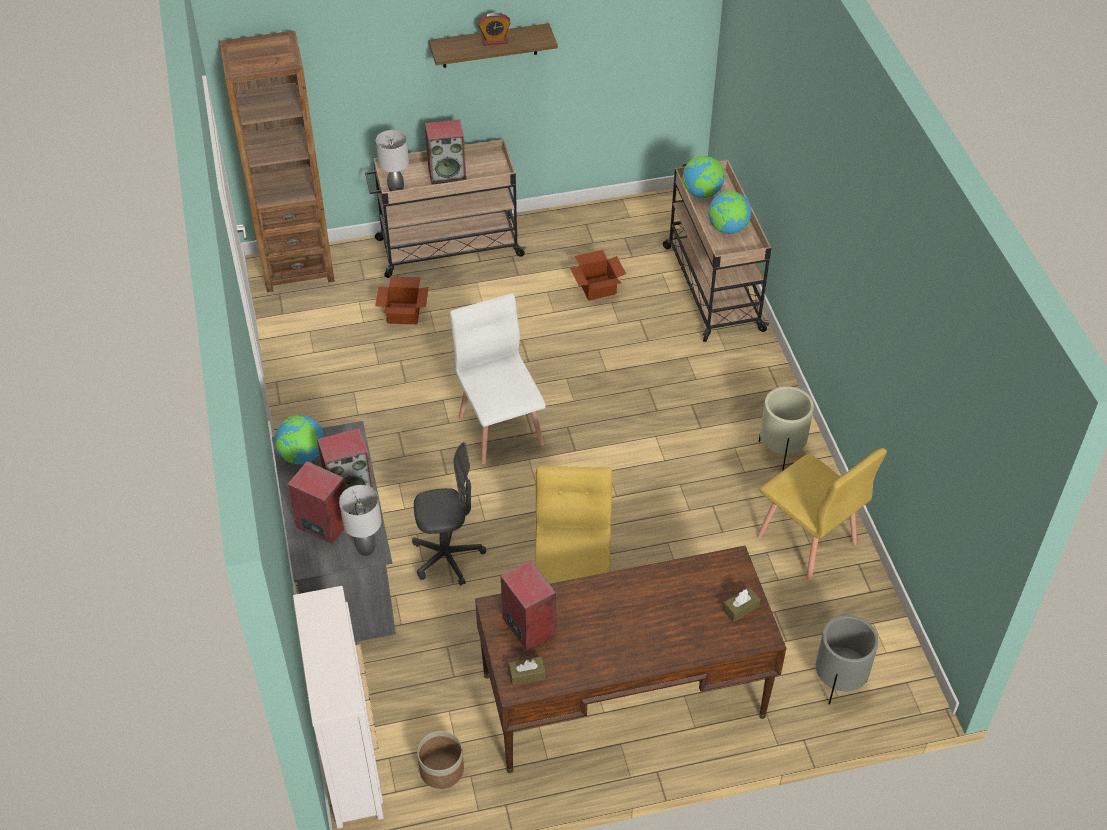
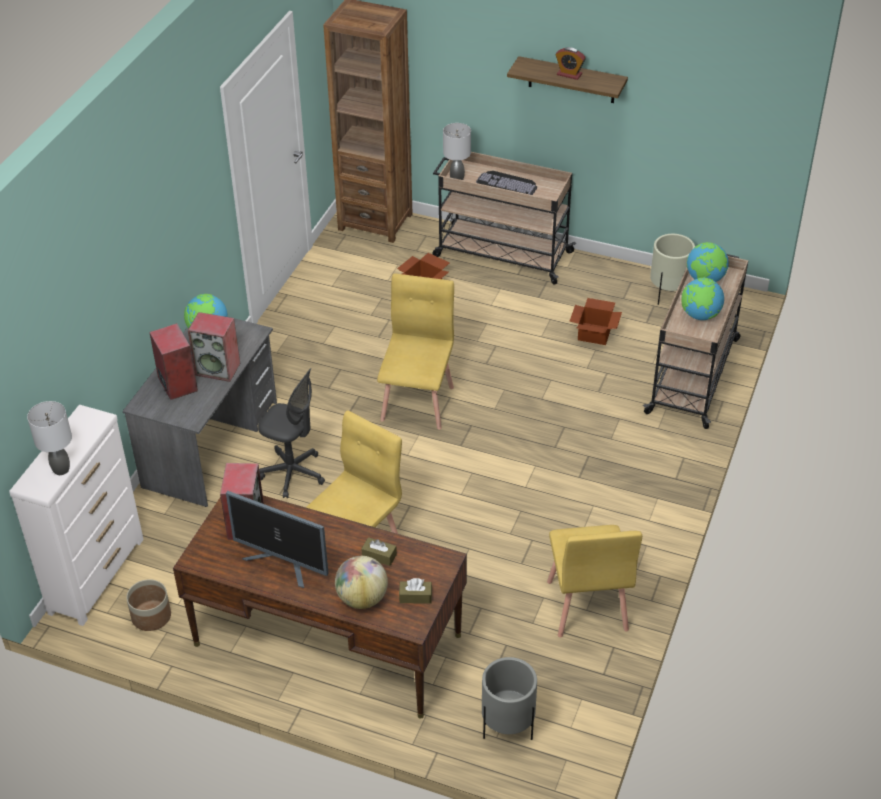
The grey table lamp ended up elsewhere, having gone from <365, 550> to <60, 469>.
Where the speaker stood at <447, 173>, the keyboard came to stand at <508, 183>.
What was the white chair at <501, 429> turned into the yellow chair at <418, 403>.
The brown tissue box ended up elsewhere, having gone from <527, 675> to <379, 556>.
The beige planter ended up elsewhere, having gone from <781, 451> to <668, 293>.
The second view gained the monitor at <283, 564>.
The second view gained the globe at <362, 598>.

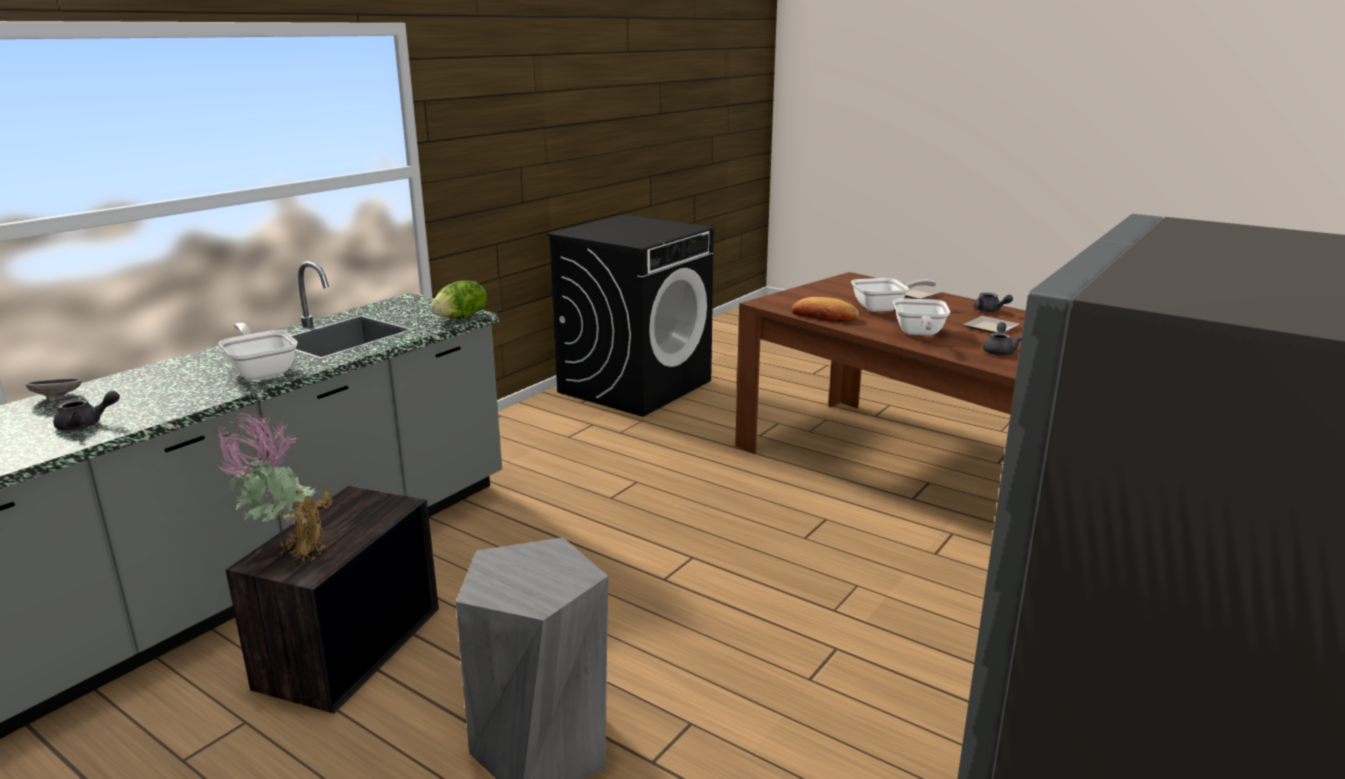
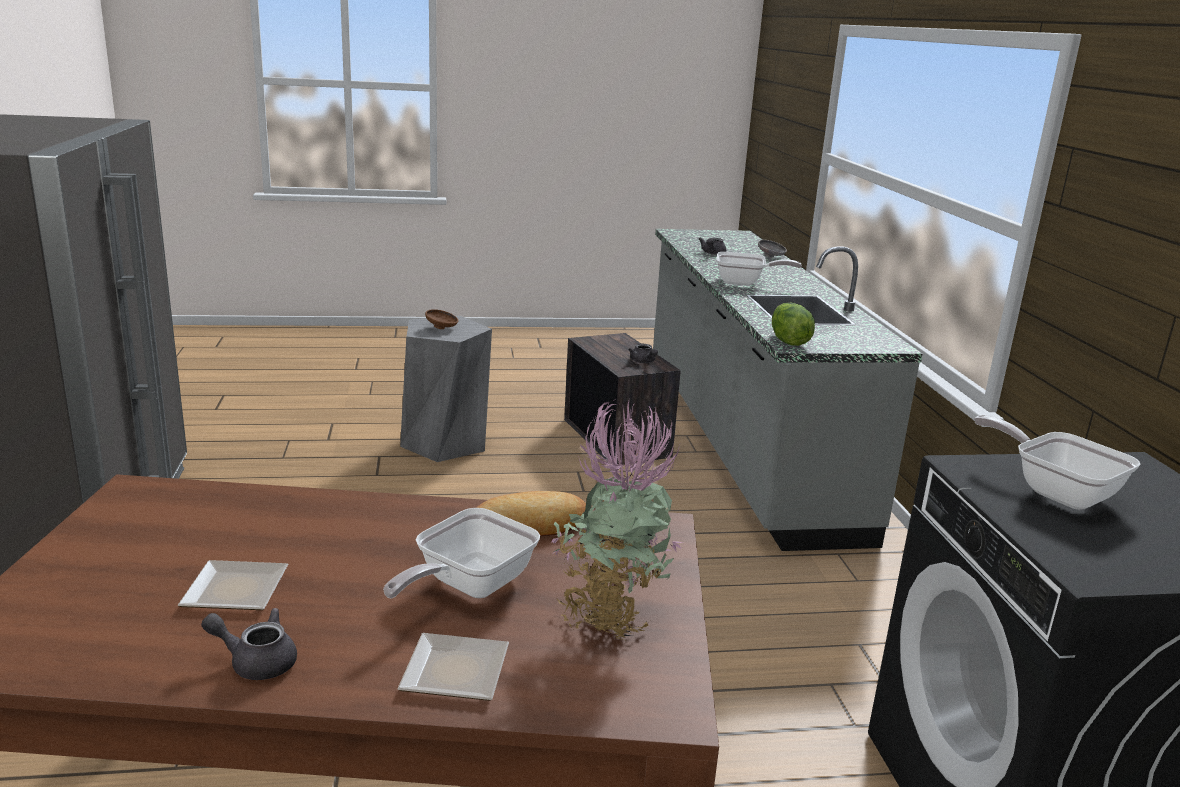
The potted plant ended up elsewhere, having gone from <287, 556> to <609, 615>.
The frying pan ended up elsewhere, having gone from <918, 334> to <1056, 491>.
The grey teapot ended up elsewhere, having gone from <999, 351> to <643, 362>.
The second view gained the brown bowl at <442, 328>.

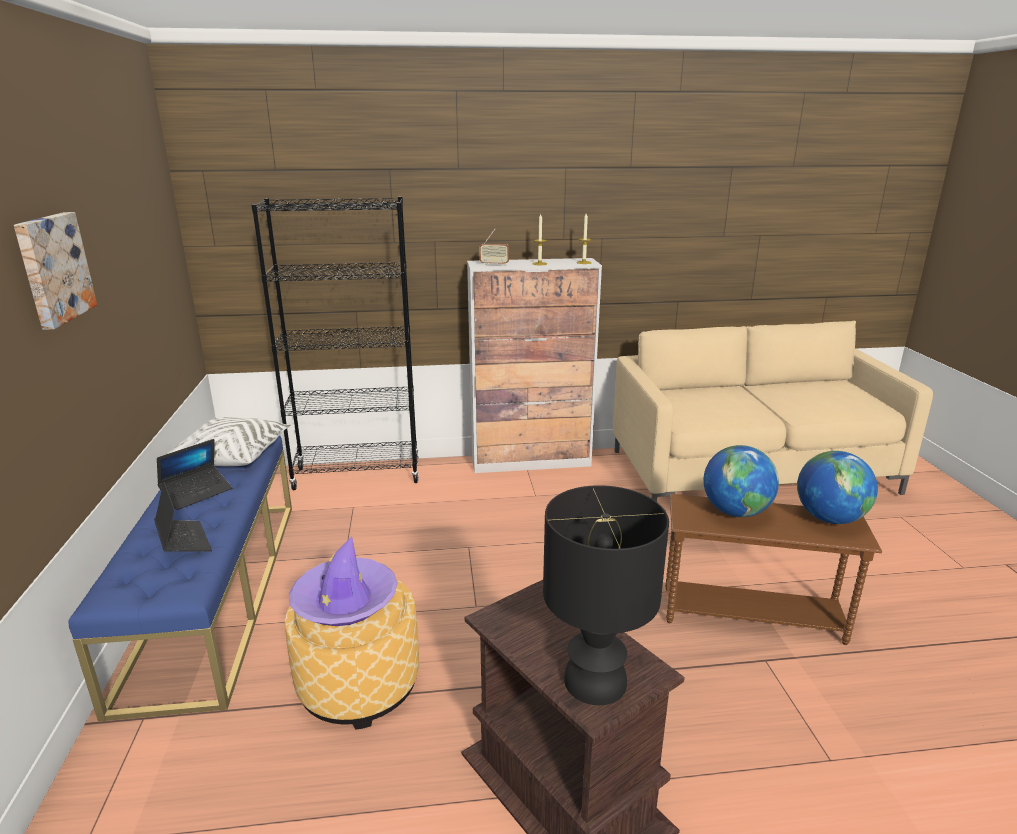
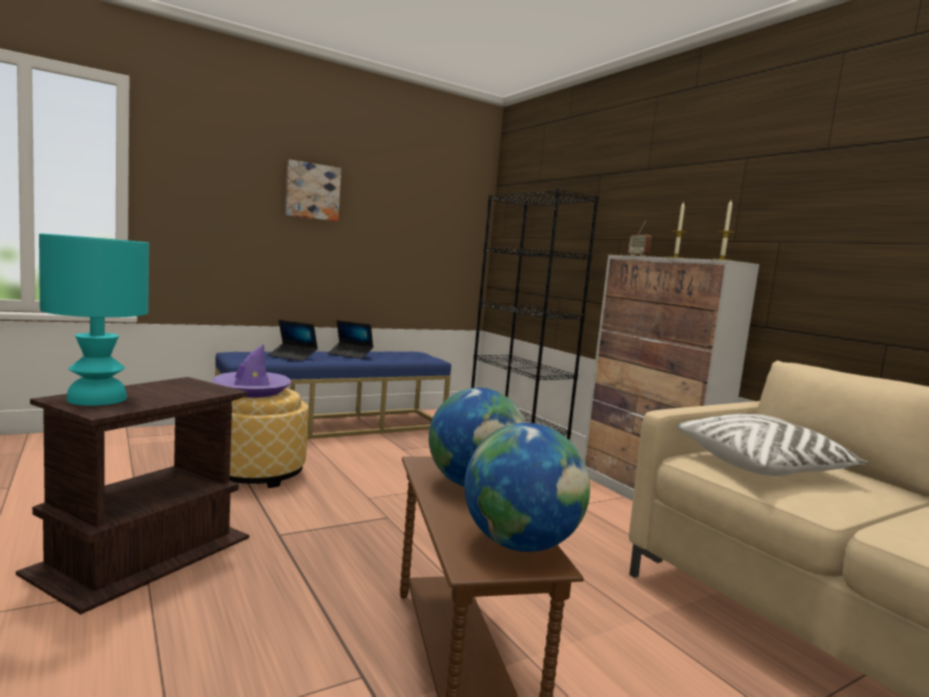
The laptop at <183, 542> ended up facing another way, 75 degrees clockwise from before.
The white pillow ended up elsewhere, having gone from <233, 455> to <762, 466>.
What was the black table lamp at <596, 682> turned into the turquoise table lamp at <95, 399>.

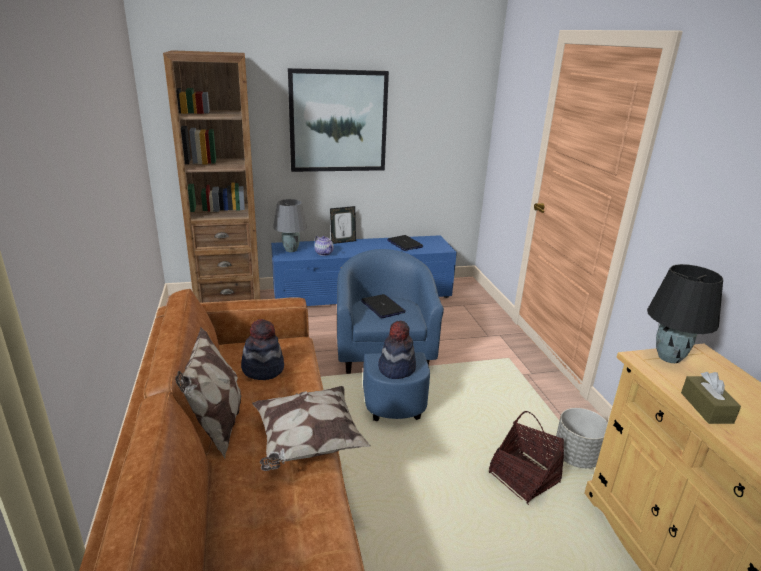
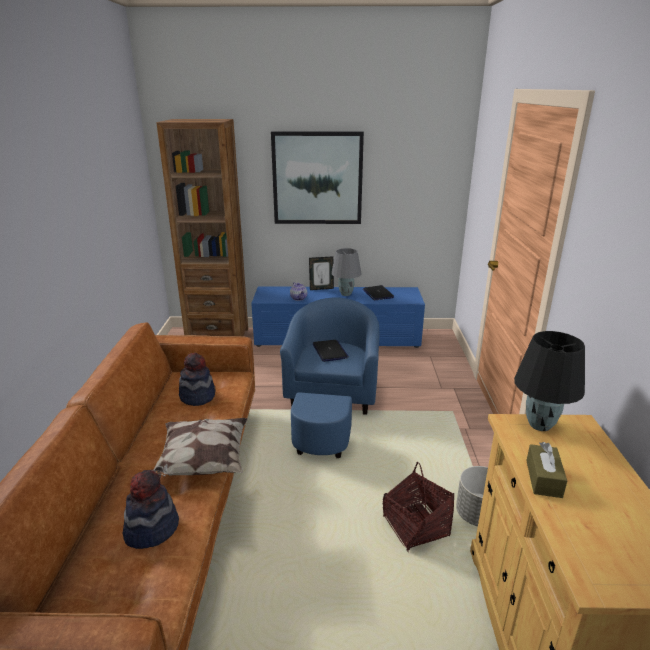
The second view lost the pillow at <217, 427>.
The grey table lamp ended up elsewhere, having gone from <291, 250> to <345, 294>.
The hat ended up elsewhere, having gone from <396, 368> to <151, 529>.

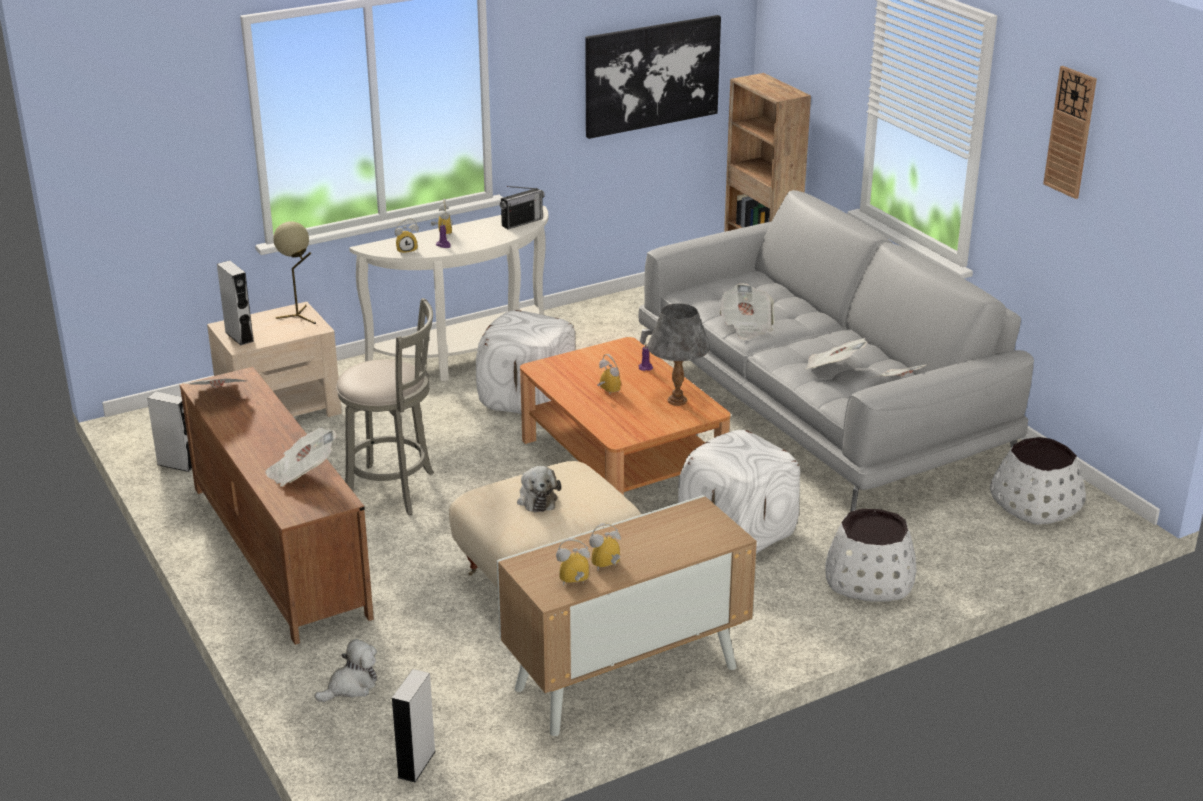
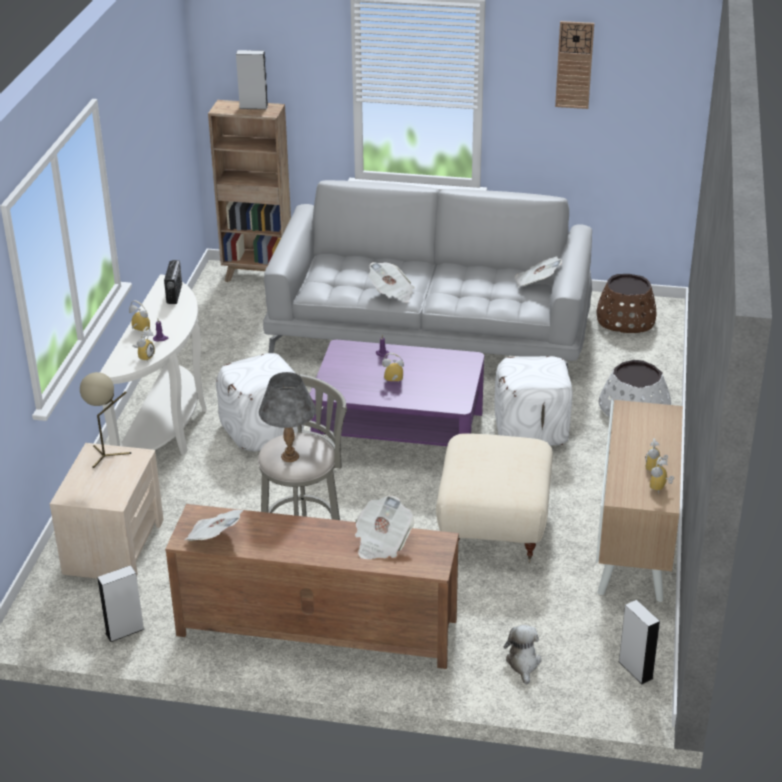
The grey speaker ended up elsewhere, having gone from <239, 336> to <253, 106>.
The second view lost the plush toy at <536, 499>.
What was the brown coffee table at <622, 464> turned into the purple coffee table at <398, 433>.
The second view lost the picture at <652, 75>.
The grey table lamp ended up elsewhere, having gone from <676, 400> to <289, 457>.
The second view lost the newspaper at <833, 368>.
What was the white planter at <1035, 504> turned into the brown planter at <625, 320>.

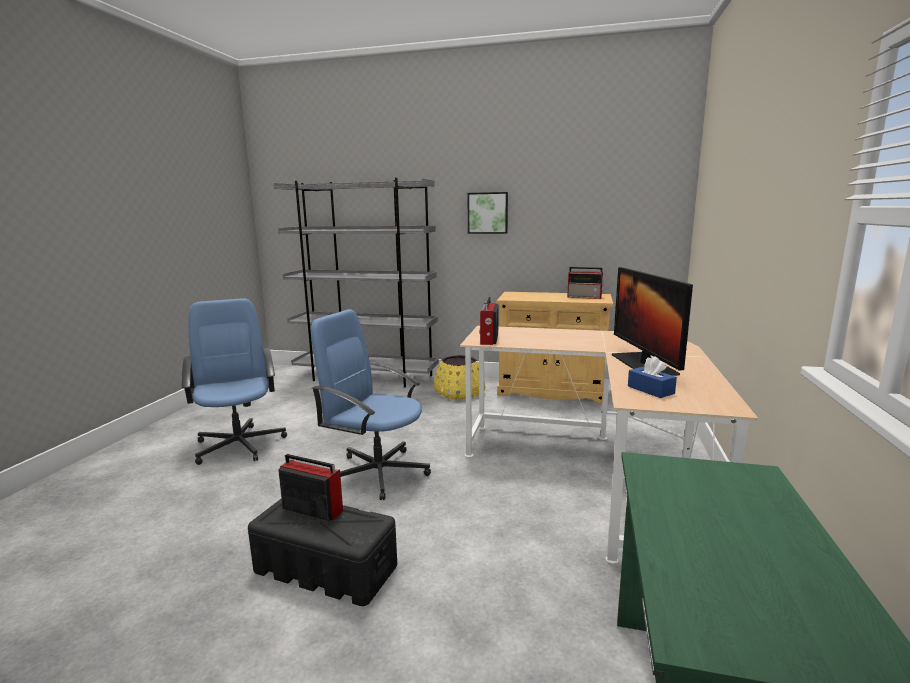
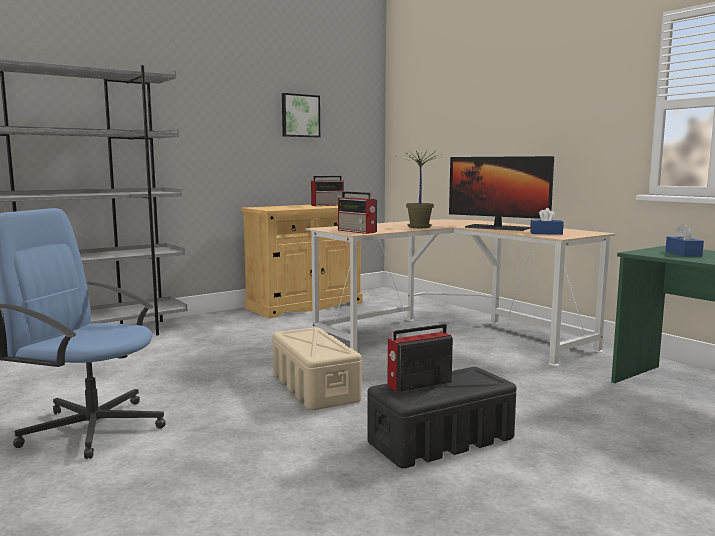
Where the blue office chair stood at <377, 472>, the beige storage box came to stand at <314, 387>.
The second view lost the yellow planter at <459, 392>.
The picture ended up elsewhere, having gone from <488, 213> to <300, 115>.
The second view gained the potted plant at <419, 227>.
The second view gained the blue tissue box at <683, 253>.

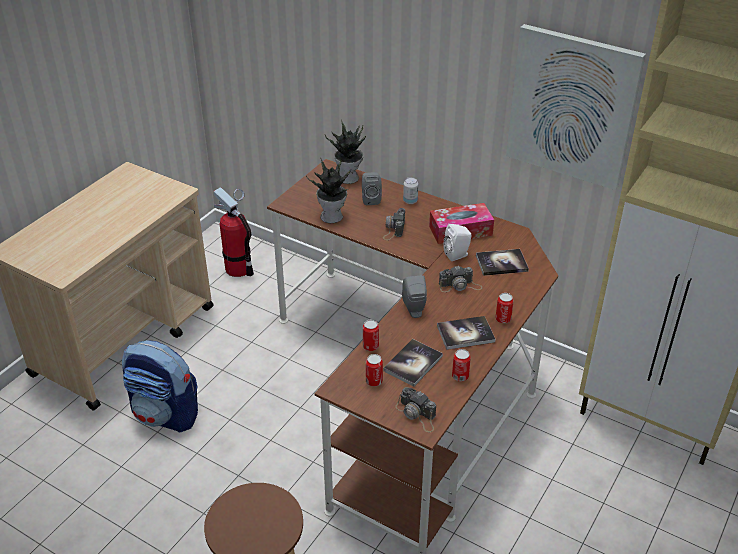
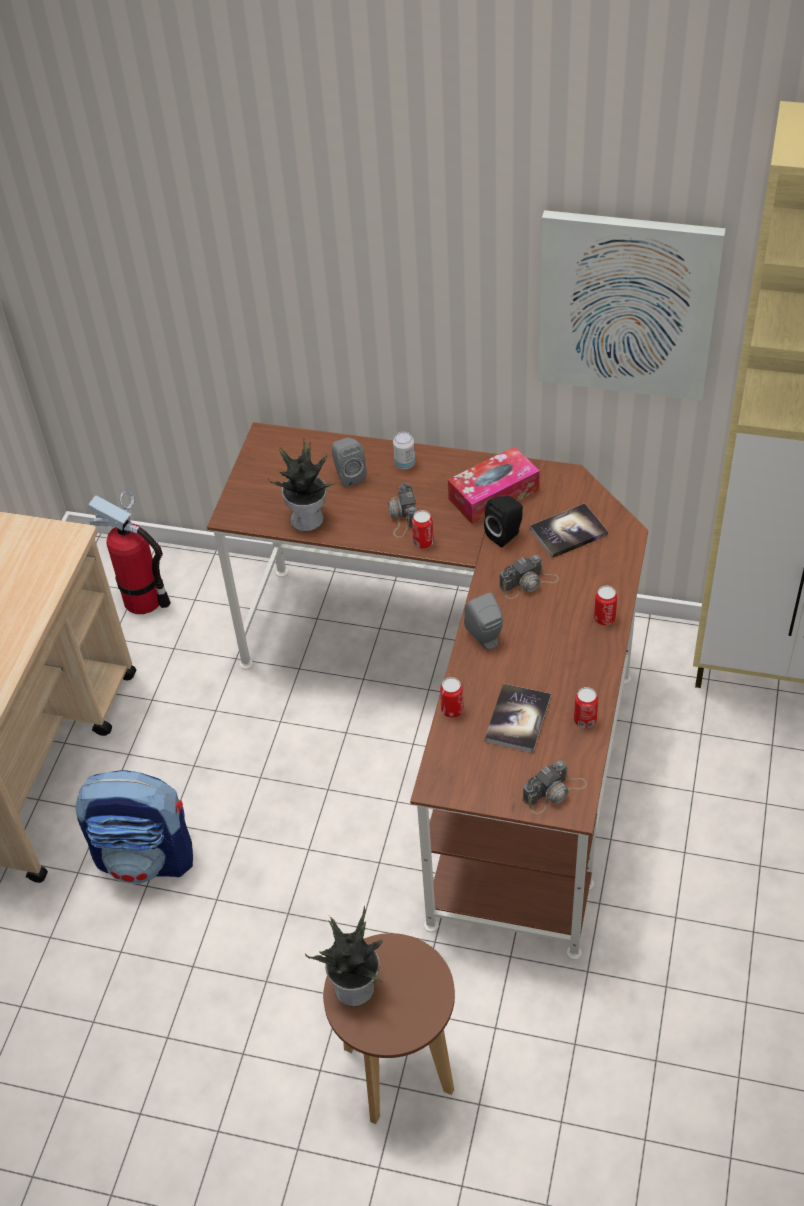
The potted plant ended up elsewhere, having gone from <349, 178> to <356, 988>.
The can ended up elsewhere, having gone from <374, 381> to <423, 542>.
The photo camera at <417, 415> ended up facing another way, 60 degrees counterclockwise from before.
The second view lost the book at <465, 334>.
What was the white speaker at <458, 255> turned into the black speaker at <506, 534>.

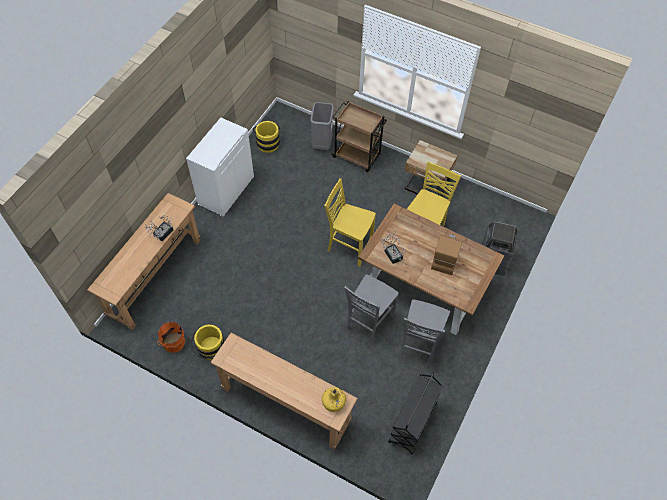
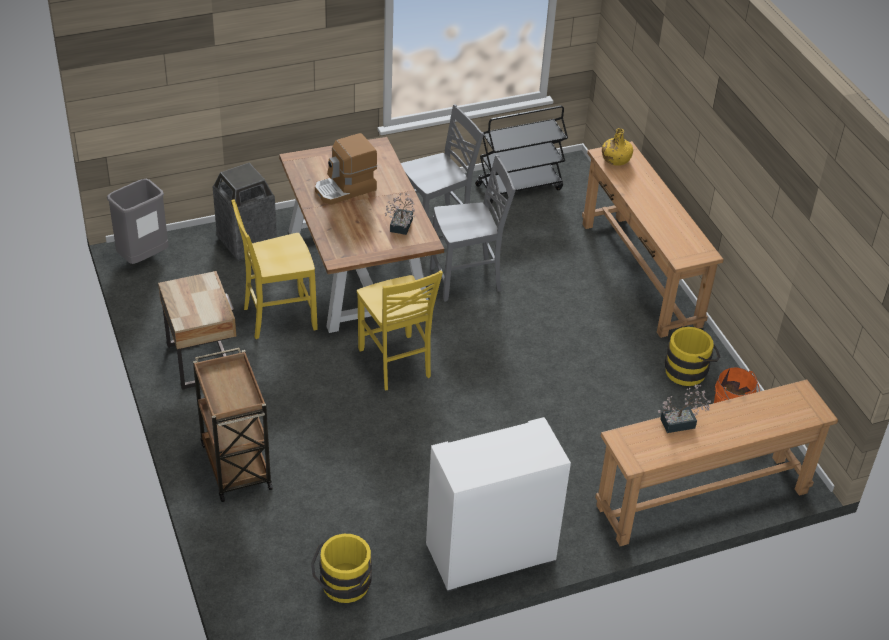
The grey trash can ended up elsewhere, having gone from <322, 143> to <143, 257>.

